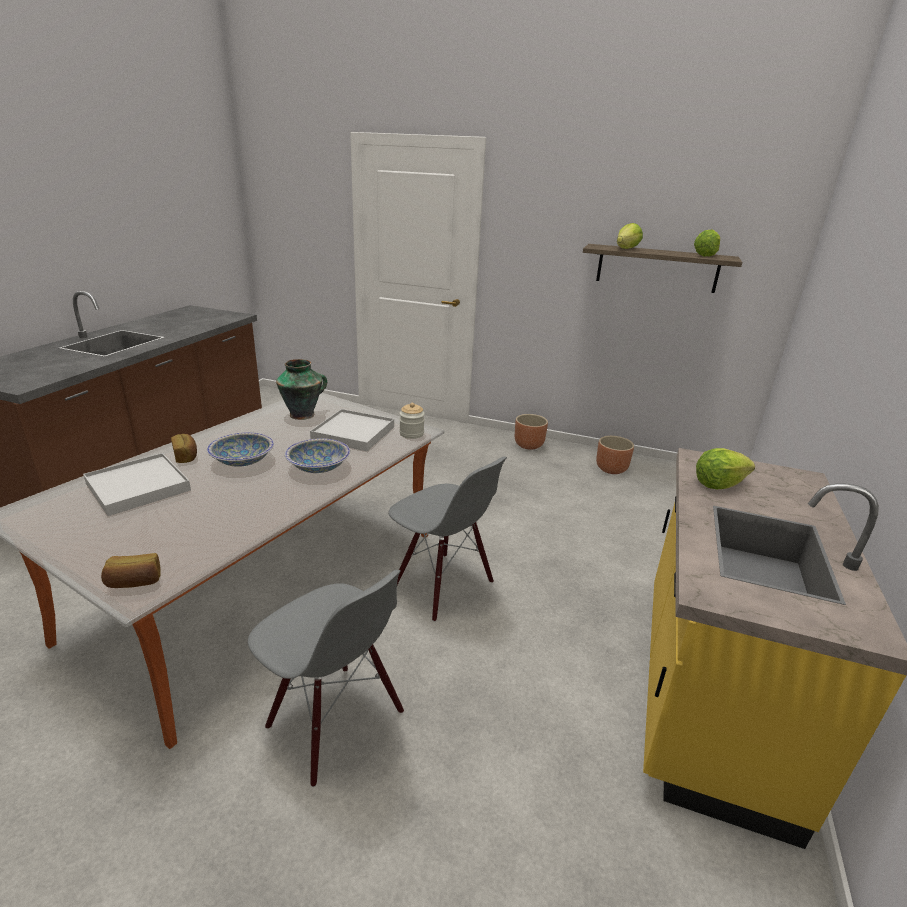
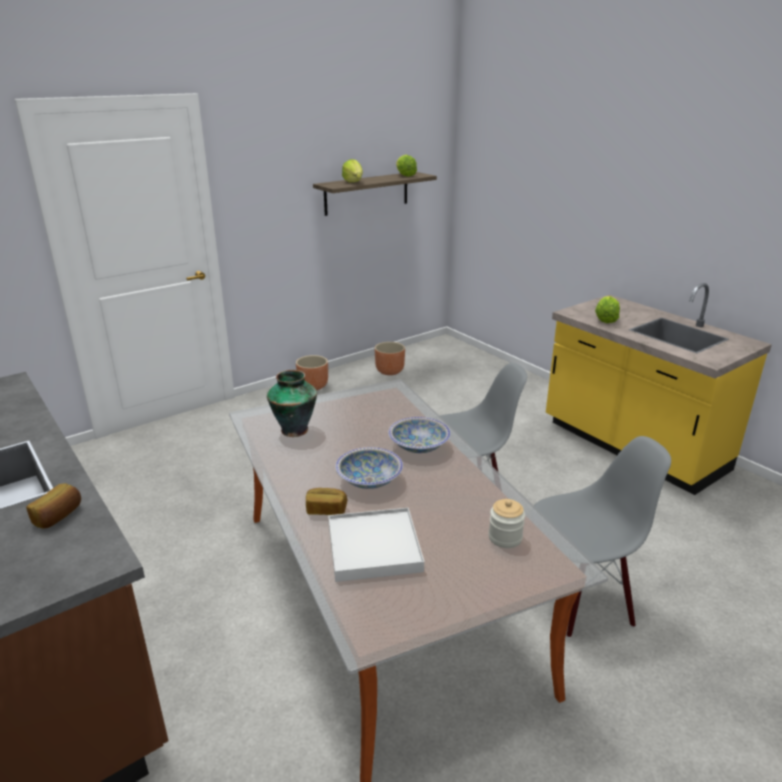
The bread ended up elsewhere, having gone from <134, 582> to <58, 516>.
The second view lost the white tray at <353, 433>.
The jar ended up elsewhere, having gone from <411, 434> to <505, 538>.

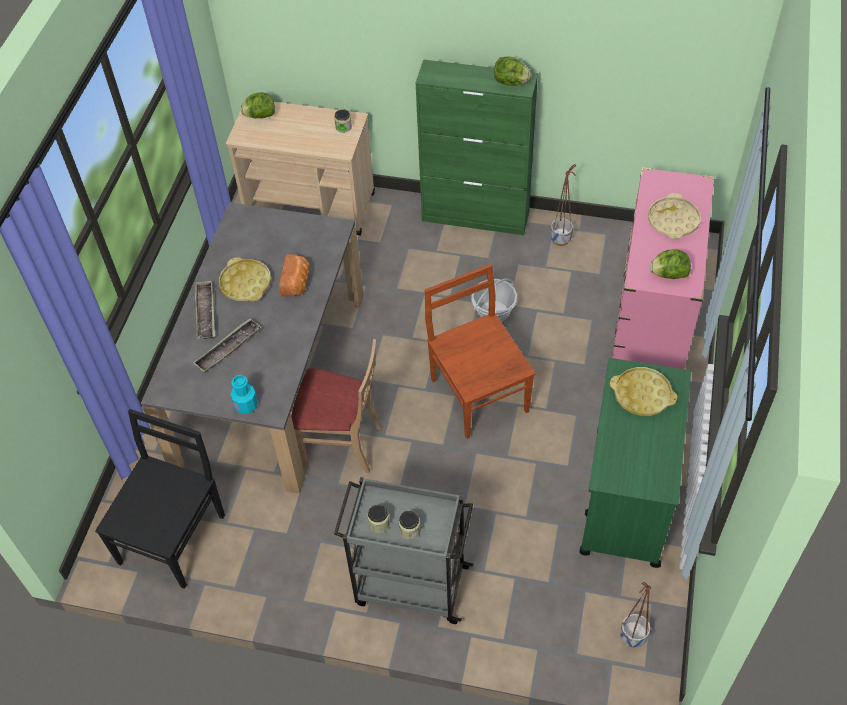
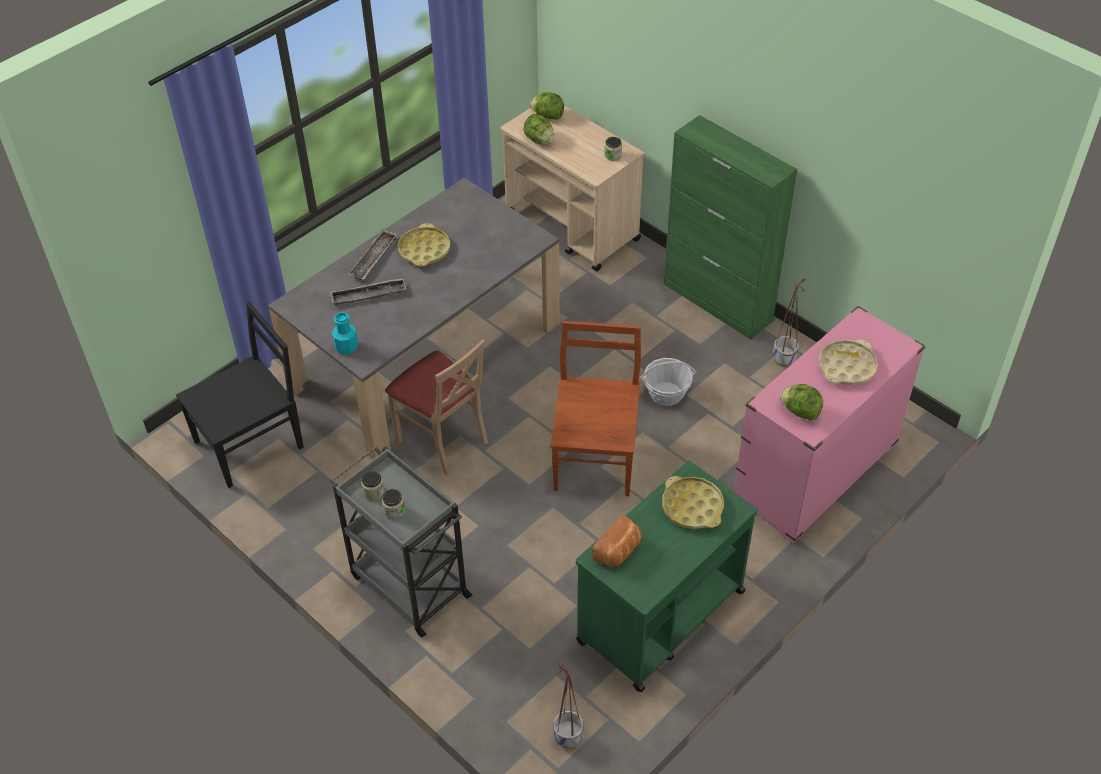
The bread ended up elsewhere, having gone from <296, 283> to <618, 551>.
The lettuce ended up elsewhere, having gone from <510, 82> to <539, 140>.

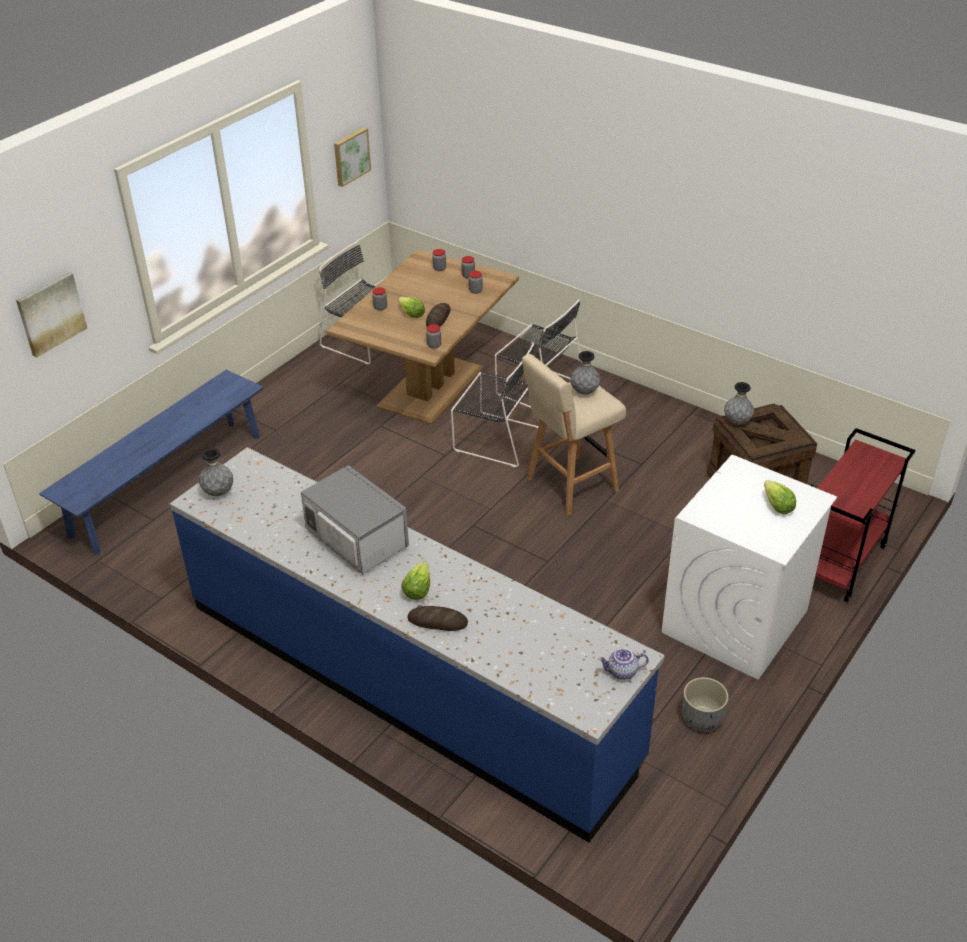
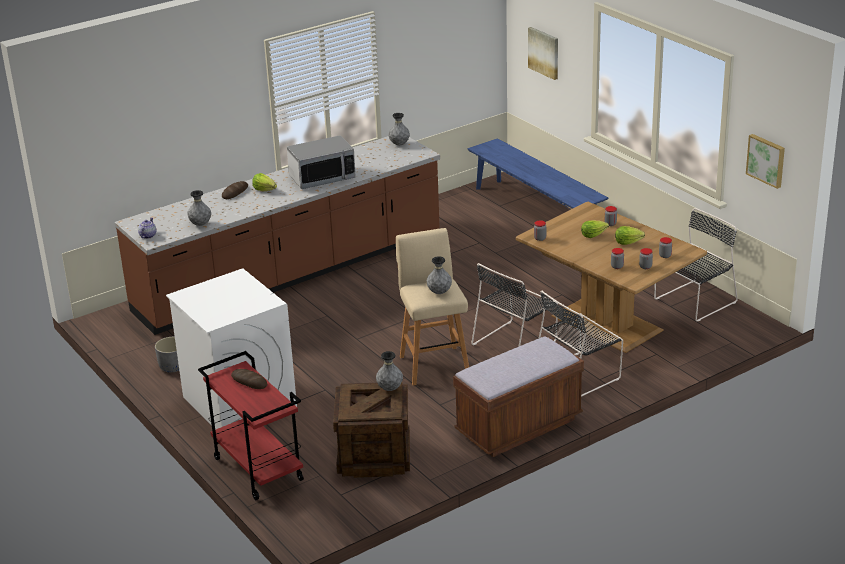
What was the blue counter at <408, 680> turned into the brown counter at <291, 273>.
The bread ended up elsewhere, having gone from <438, 318> to <249, 381>.
The lettuce ended up elsewhere, having gone from <777, 506> to <627, 243>.
The second view gained the grey vase at <200, 224>.
The second view gained the brown bench at <519, 426>.

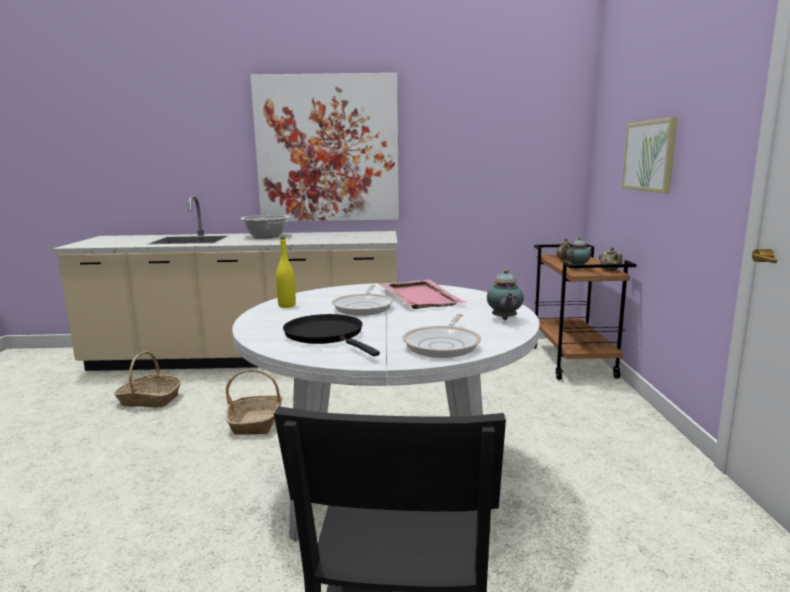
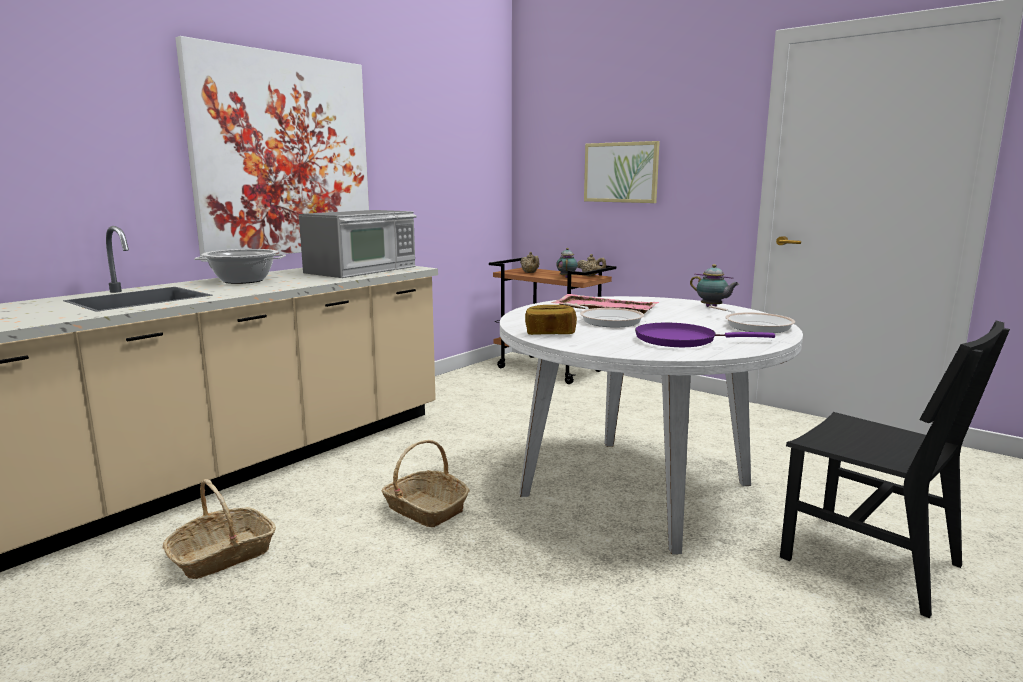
Where the yellow bottle stood at <287, 305>, the bread came to stand at <550, 333>.
What was the black frying pan at <327, 335> turned into the purple frying pan at <680, 340>.
The second view gained the microwave at <363, 270>.

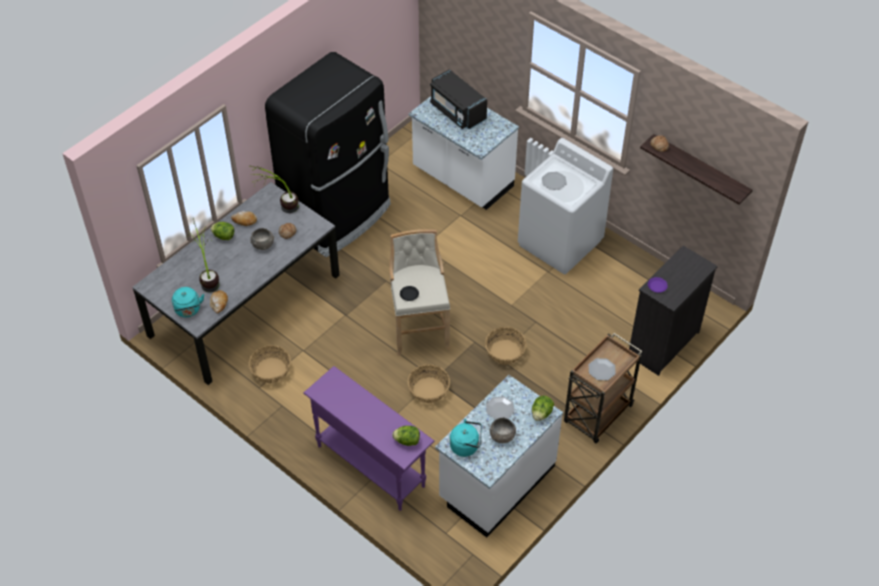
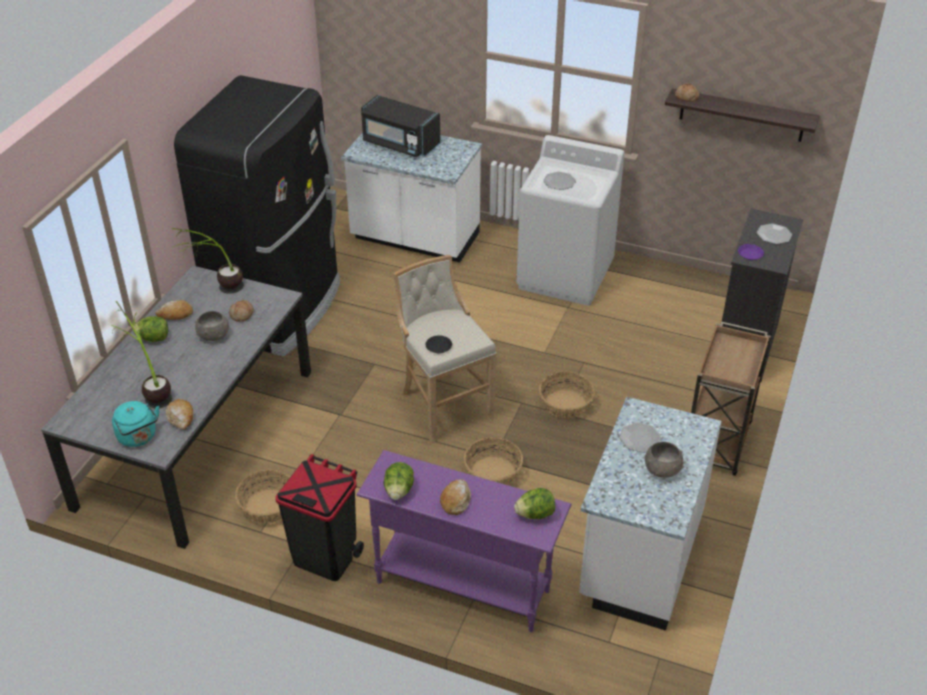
The second view lost the turquoise kettle at <466, 446>.
The lettuce ended up elsewhere, having gone from <541, 413> to <399, 490>.
The plate ended up elsewhere, having gone from <601, 370> to <774, 235>.
The second view gained the black trash can at <325, 557>.
The second view gained the bread at <456, 500>.

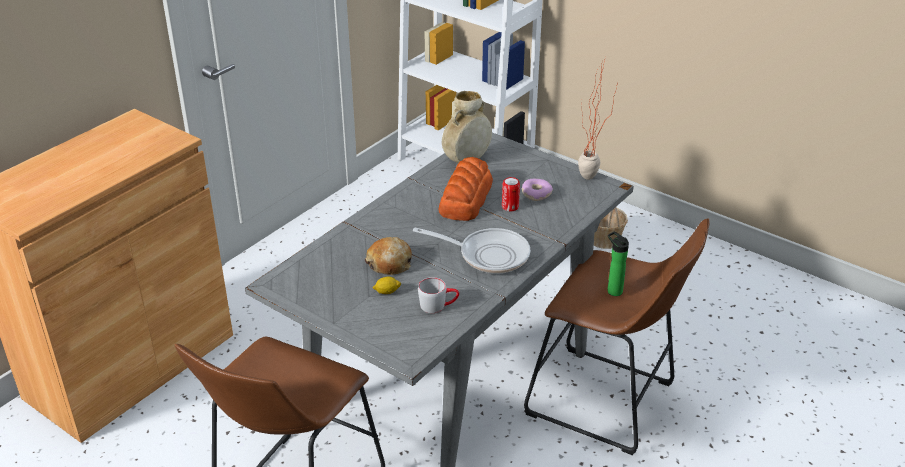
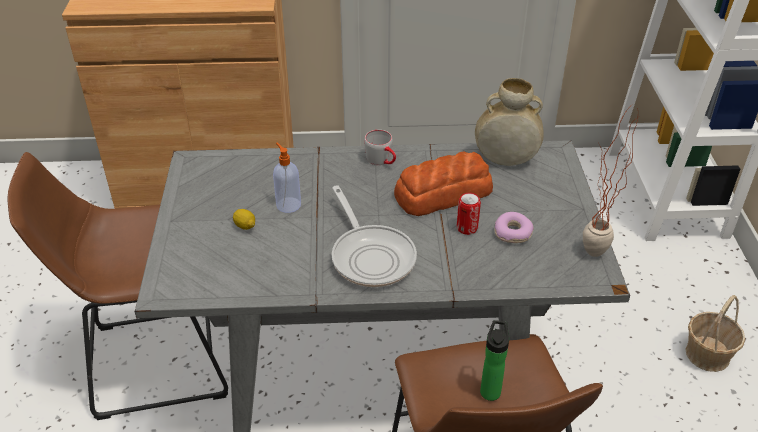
Where the bread stood at <389, 263>, the soap dispenser came to stand at <288, 204>.
The grey mug ended up elsewhere, having gone from <438, 305> to <382, 161>.

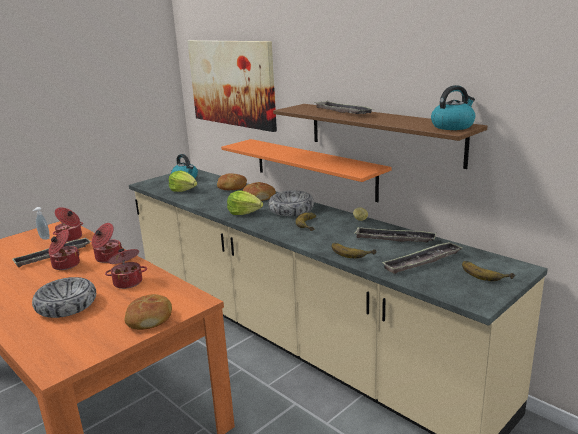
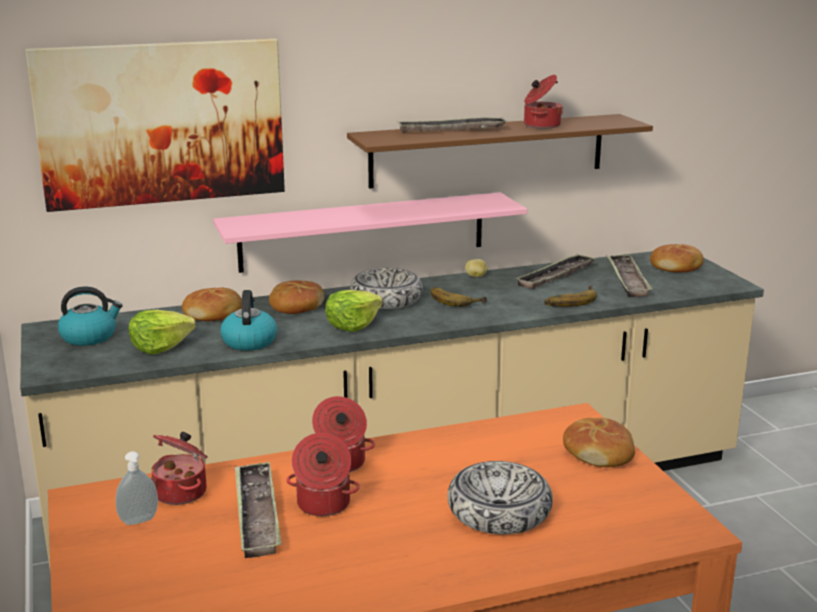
The cooking pot ended up elsewhere, having gone from <128, 282> to <540, 125>.
What was the orange shelf at <313, 168> turned into the pink shelf at <363, 231>.
The kettle ended up elsewhere, having gone from <452, 126> to <249, 341>.
Where the banana stood at <485, 273>, the bread came to stand at <676, 267>.

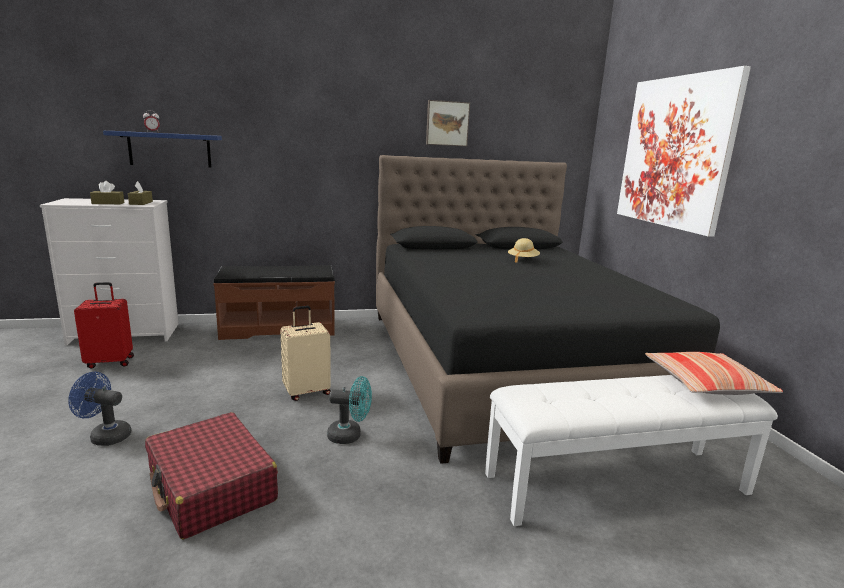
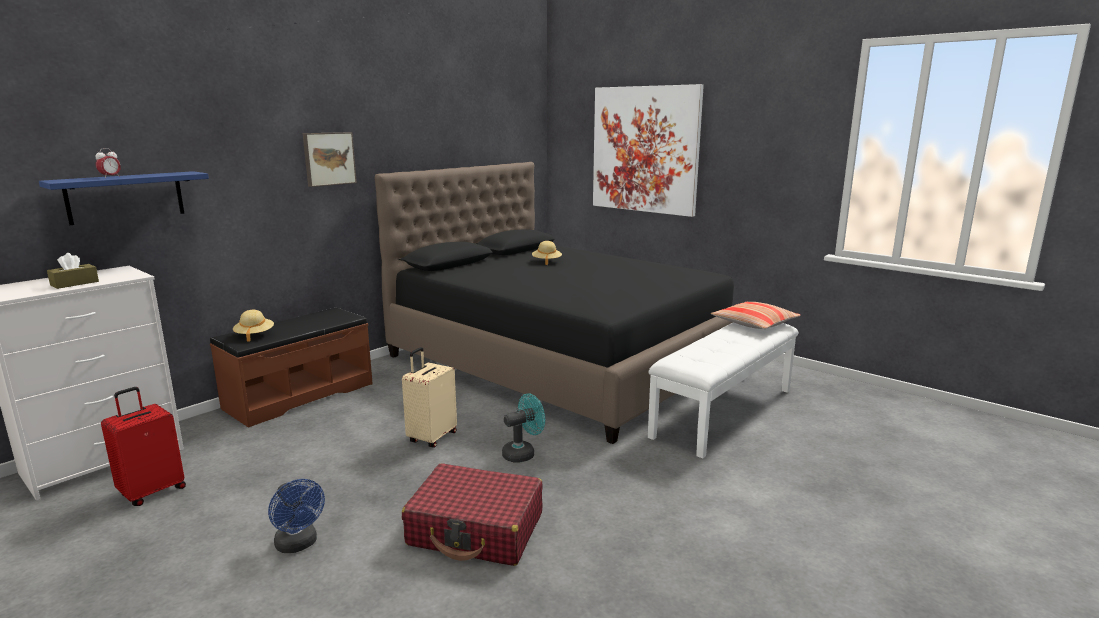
The blue fan at <105, 436> ended up facing another way, 105 degrees counterclockwise from before.
The second view lost the brown tissue box at <141, 203>.
The picture ended up elsewhere, having gone from <447, 123> to <328, 158>.
The second view gained the beige hat at <254, 335>.

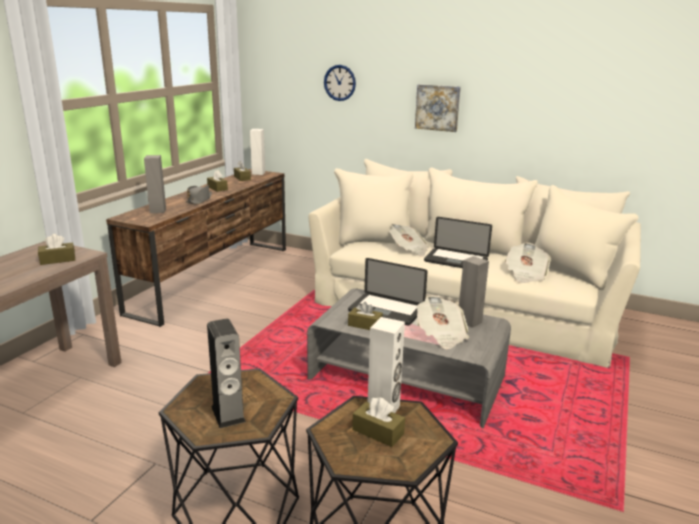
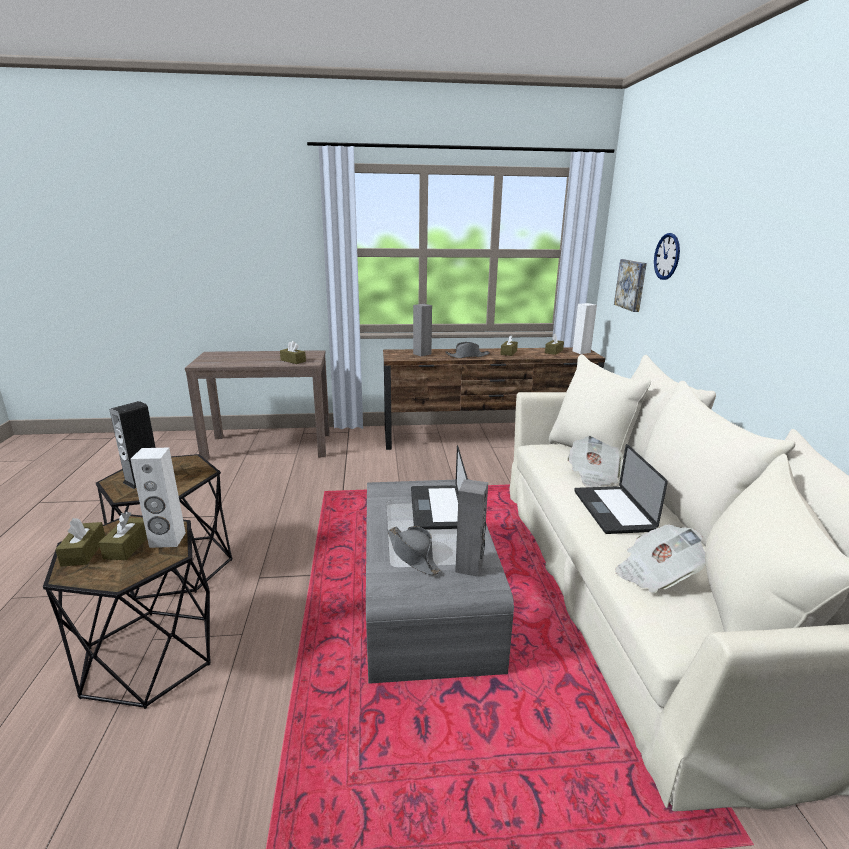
The brown tissue box ended up elsewhere, having gone from <365, 325> to <84, 552>.
The picture ended up elsewhere, having gone from <437, 107> to <632, 284>.
Where the newspaper stood at <441, 335>, the grey hat came to stand at <413, 555>.

